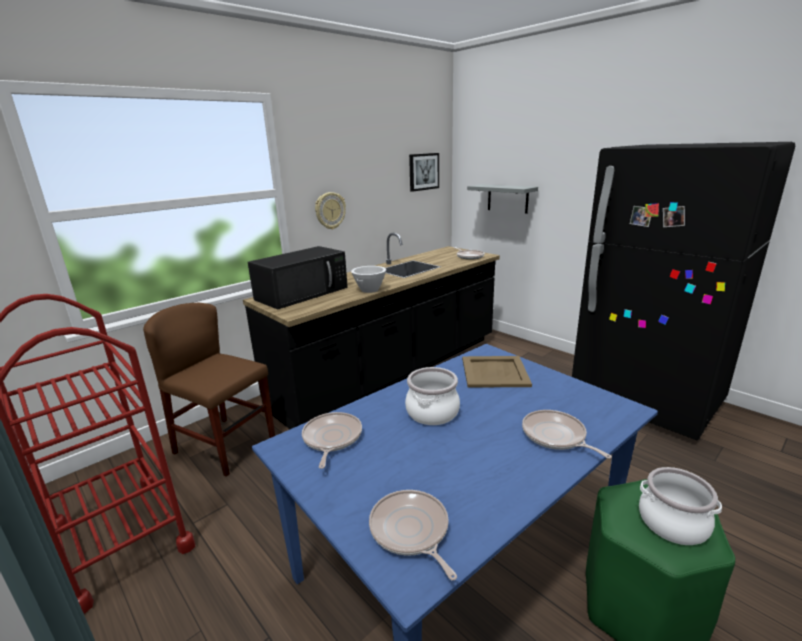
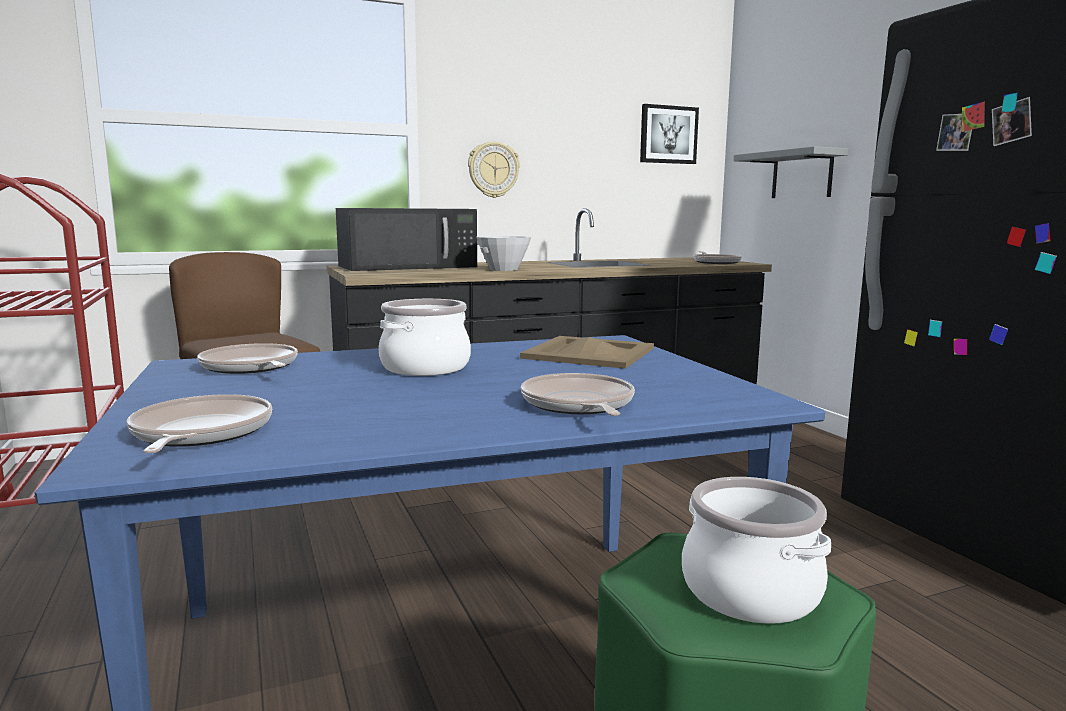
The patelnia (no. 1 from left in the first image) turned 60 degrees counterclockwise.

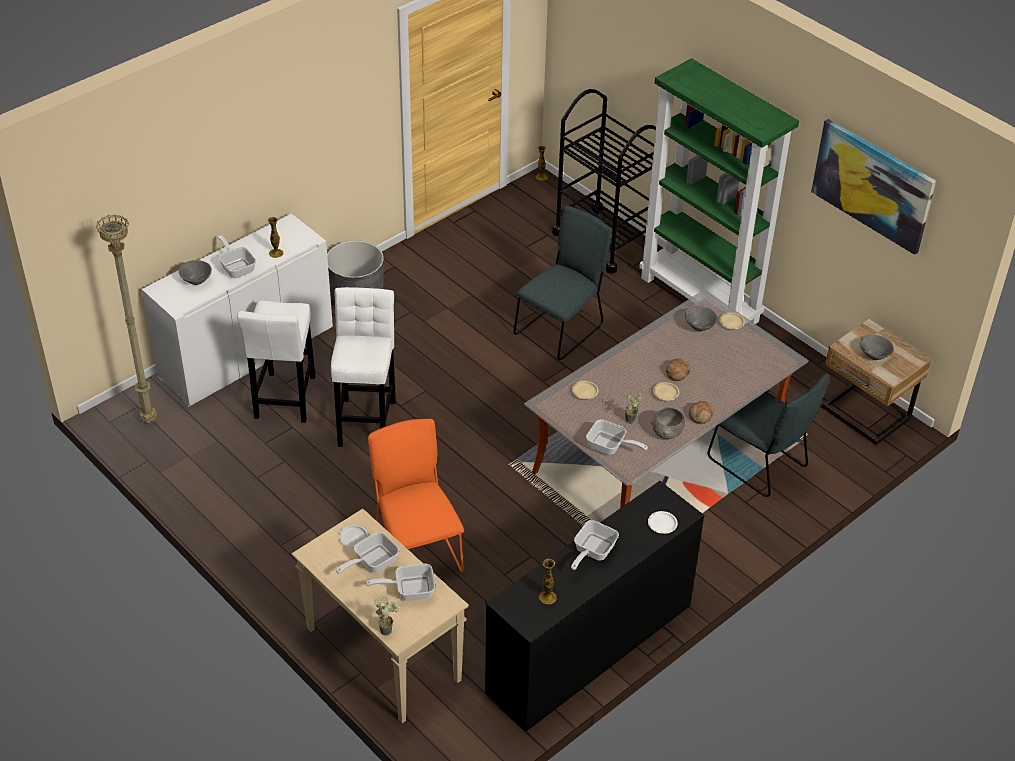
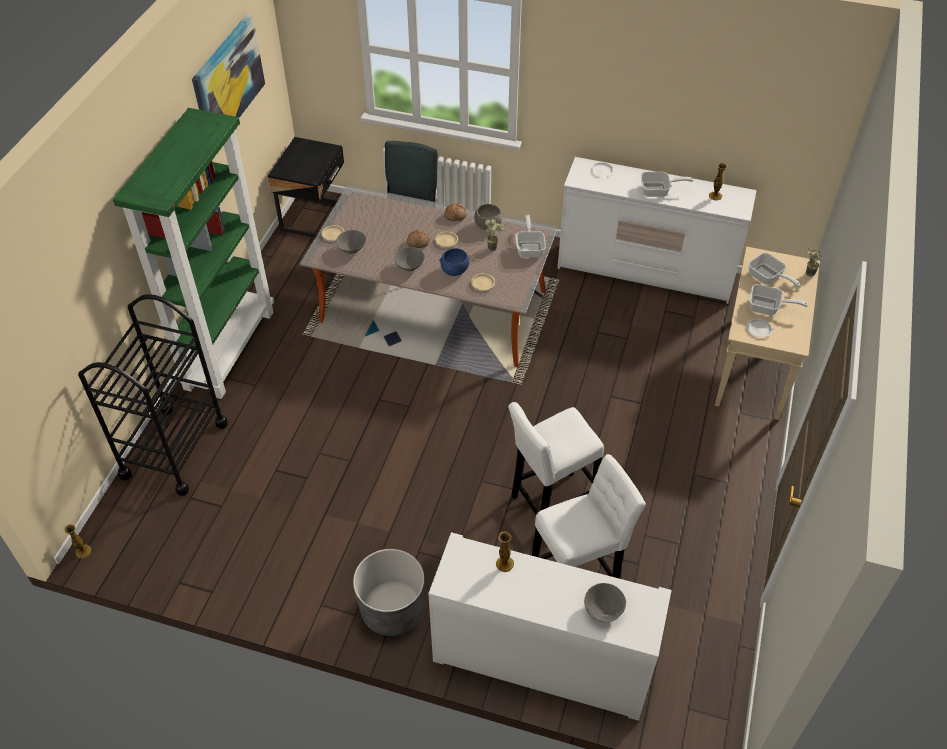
The krzesło/szary (no. 1 from left) disappeared.
The lampa stojąca/beżowy disappeared.
The patelnia (no. 1 from left) disappeared.
The szafka nocna/beżowy became the szafka nocna/czarny.
The miska/szary (no. 4 from left in the first image) moved.
The krzesło/pomarańczowy disappeared.
The komoda/czarny became the komoda/biały.
The miska/niebieski appeared.

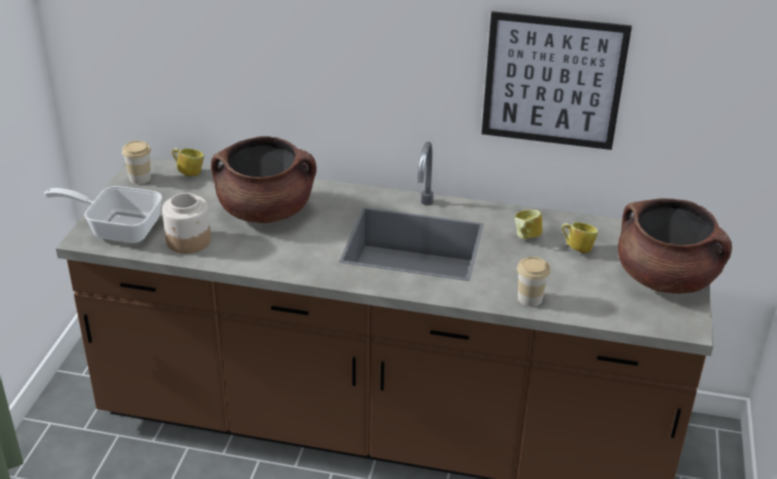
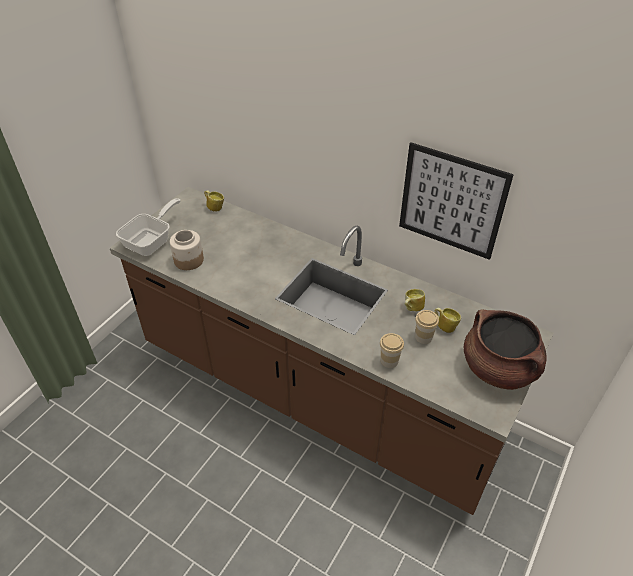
The garnek/brązowy (no. 1 from left) disappeared.
The filiżanka (no. 1 from left in the first image) moved.
The patelnia turned 90 degrees clockwise.

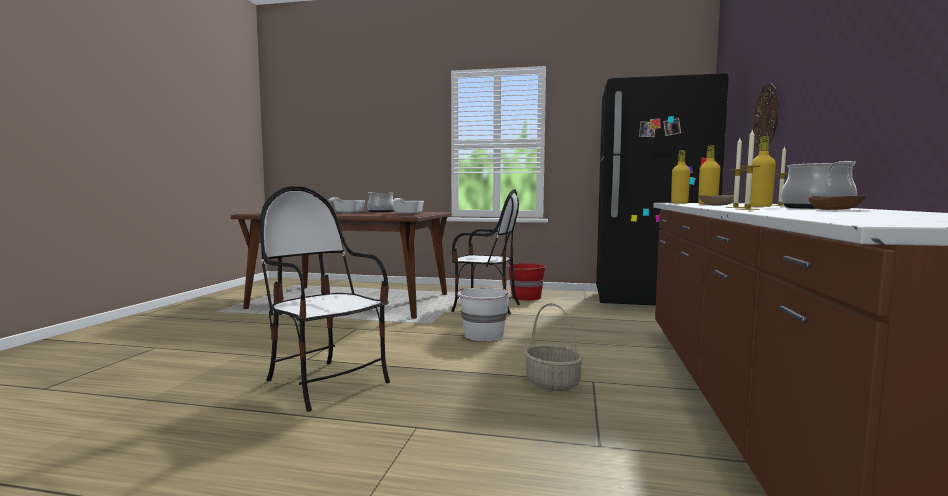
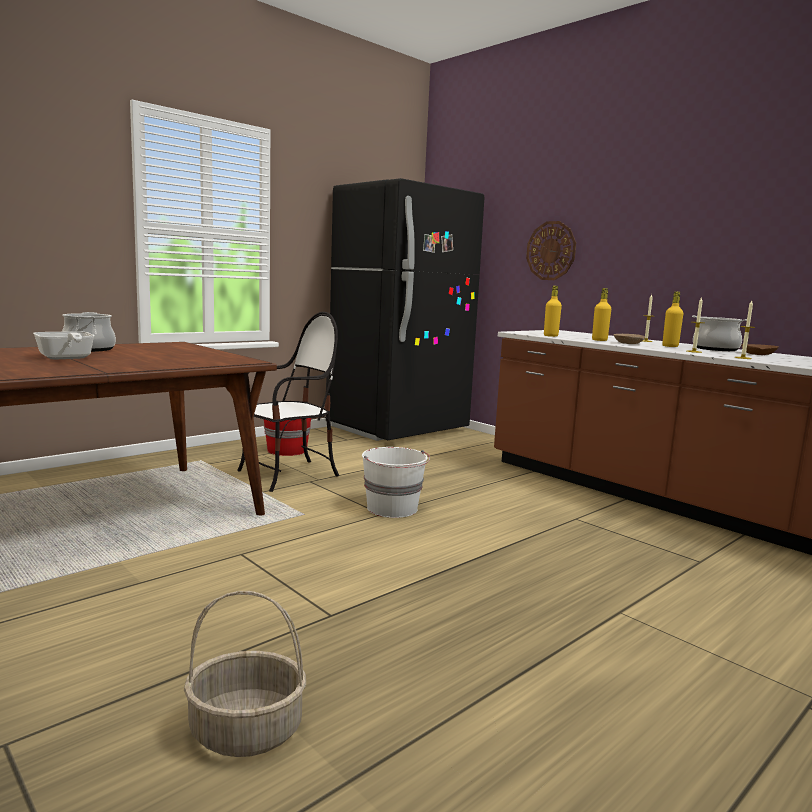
The krzesło (no. 1 from left) disappeared.
The patelnia (no. 2 from left) disappeared.
The koszyk moved.

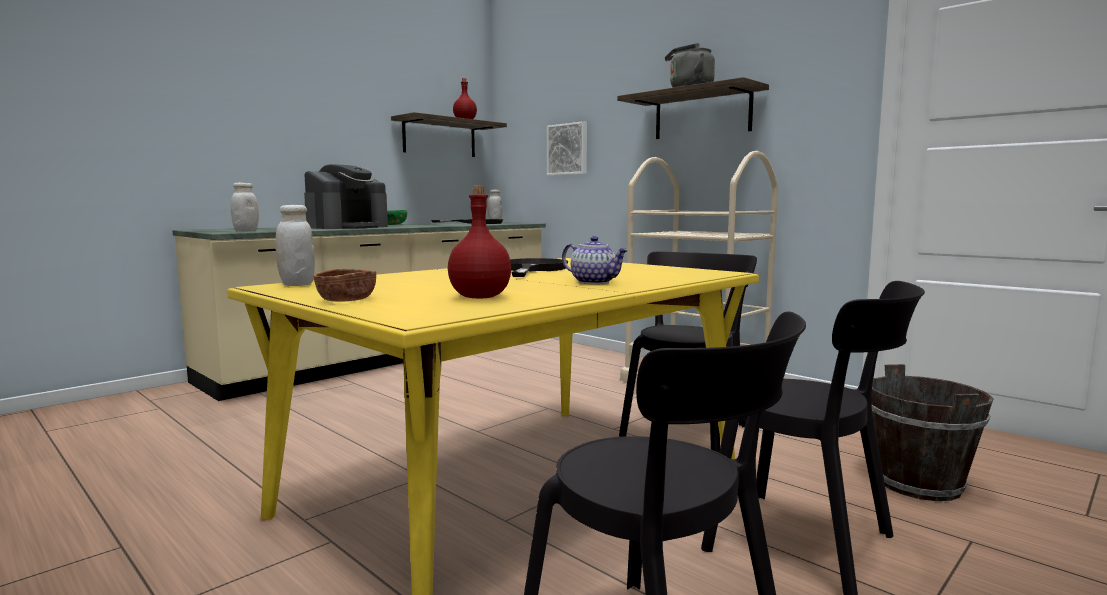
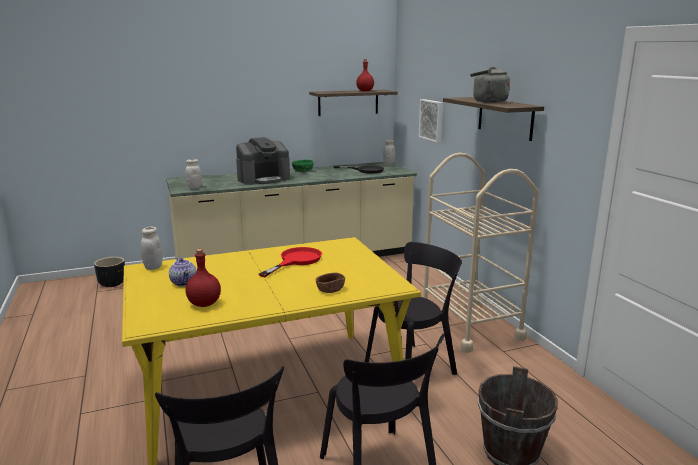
The imbryk moved.
The patelnia/czarny (no. 2 from left) became the patelnia/czerwony.
The miska/brązowy moved.
The donica/czarny appeared.

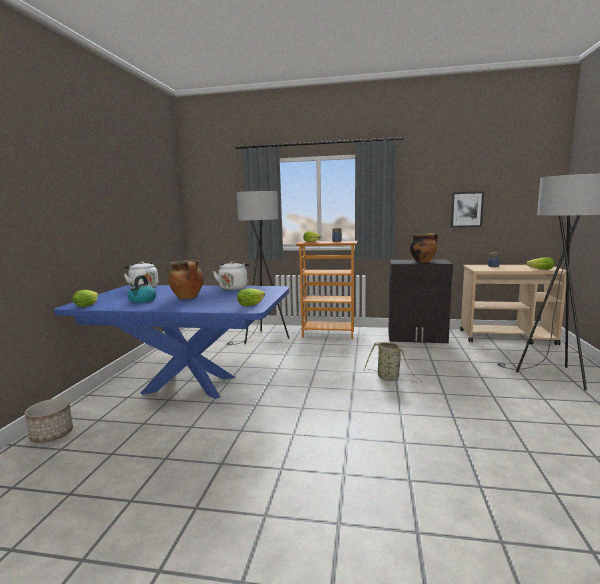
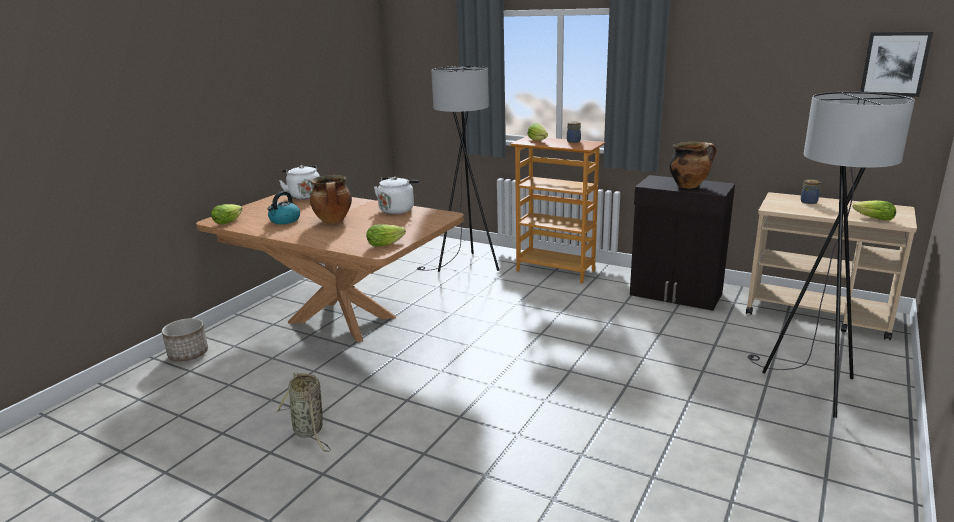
The obraz moved.
The stół jadalny/niebieski became the stół jadalny/brązowy.
The koszyk moved.

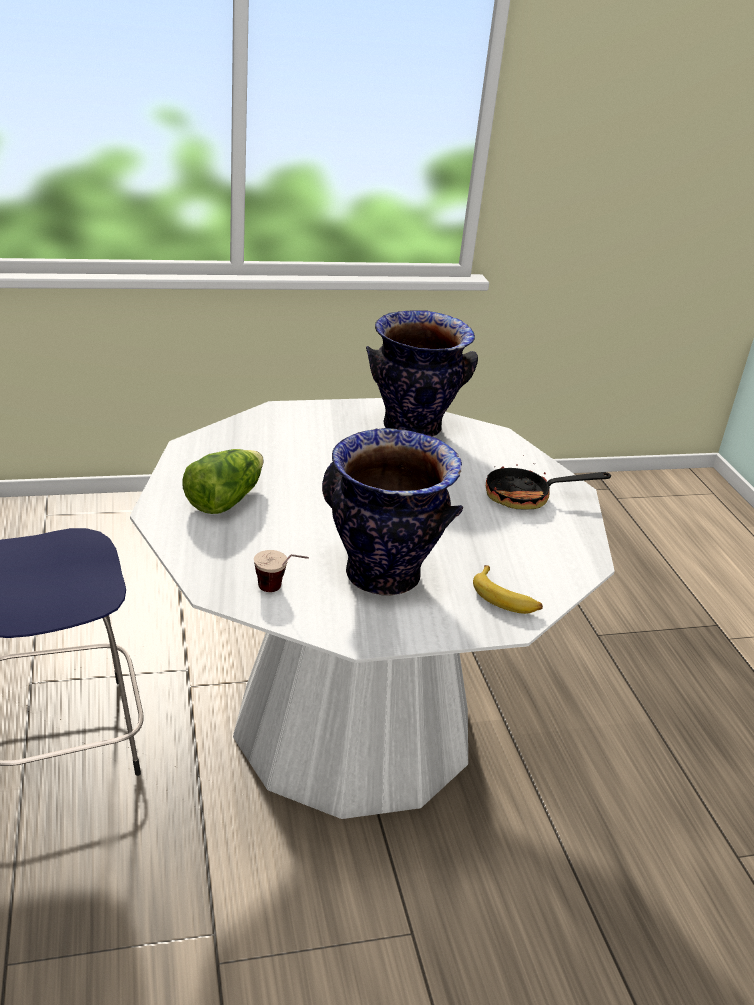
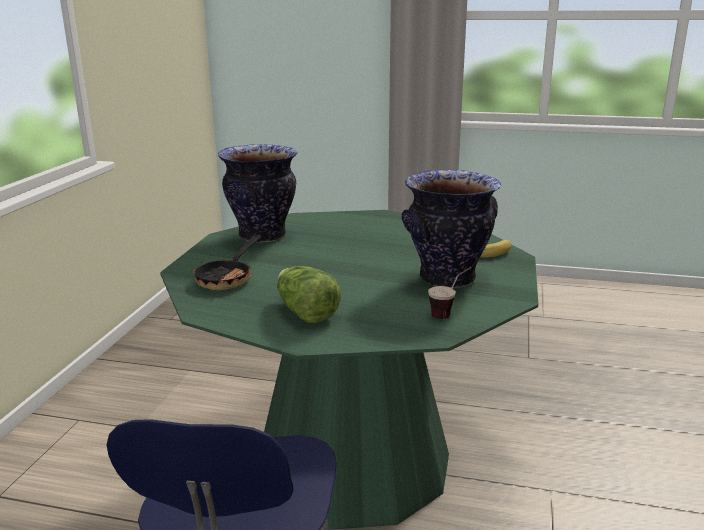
The stół jadalny/biały became the stół jadalny/zielony.
The patelnia moved.

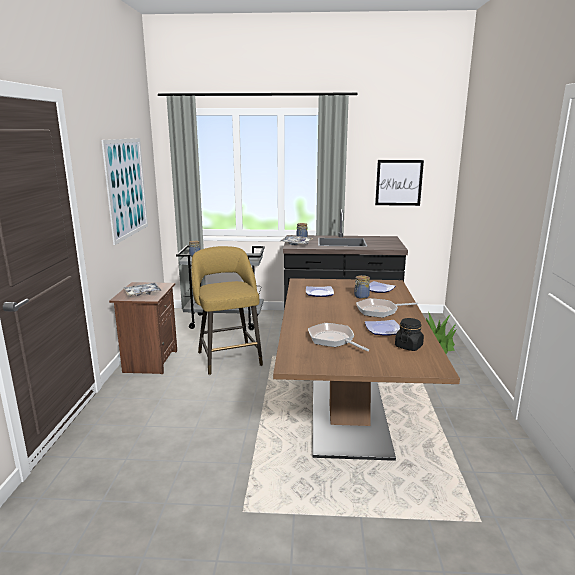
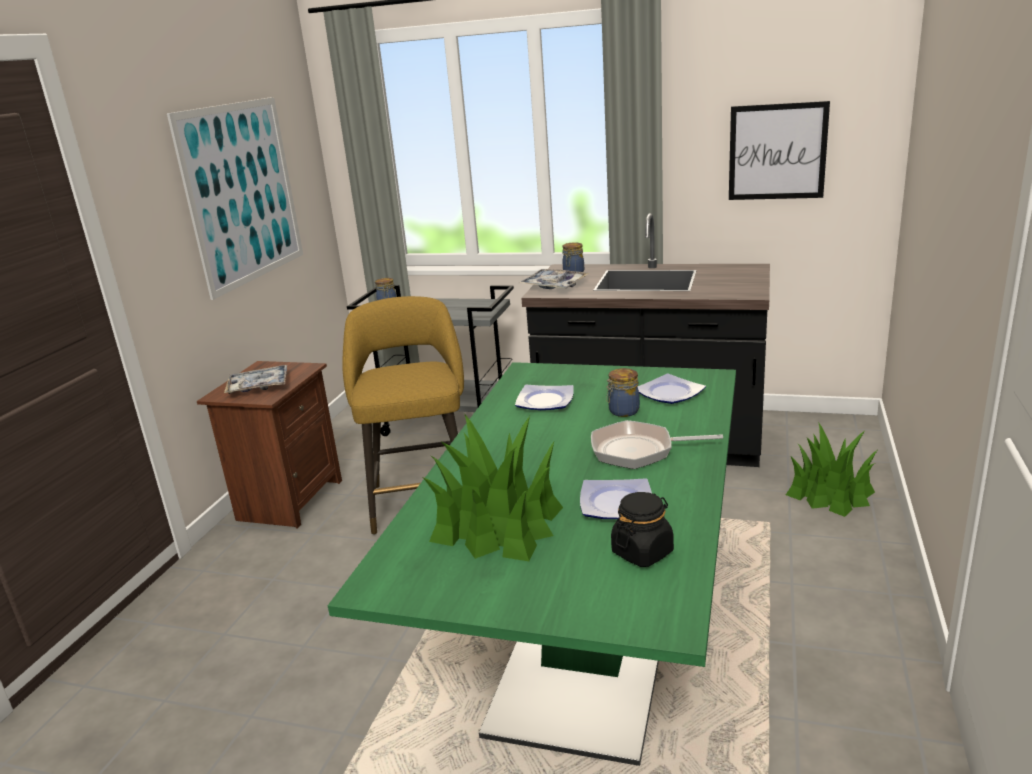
The stół jadalny/brązowy became the stół jadalny/zielony.
The patelnia (no. 1 from left) was replaced by the roślina doniczkowa (no. 1 from left).

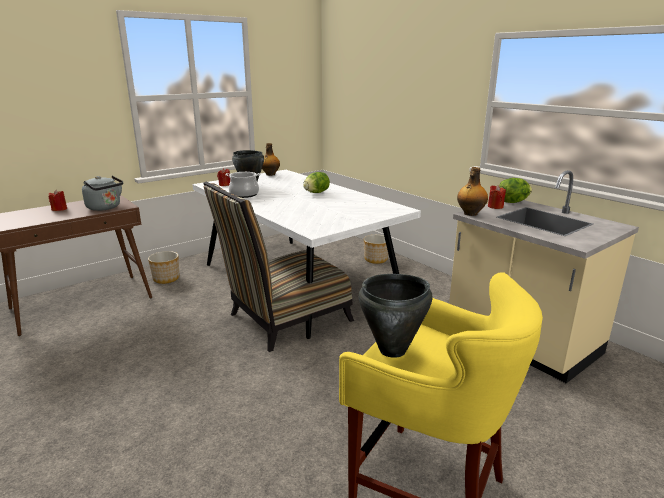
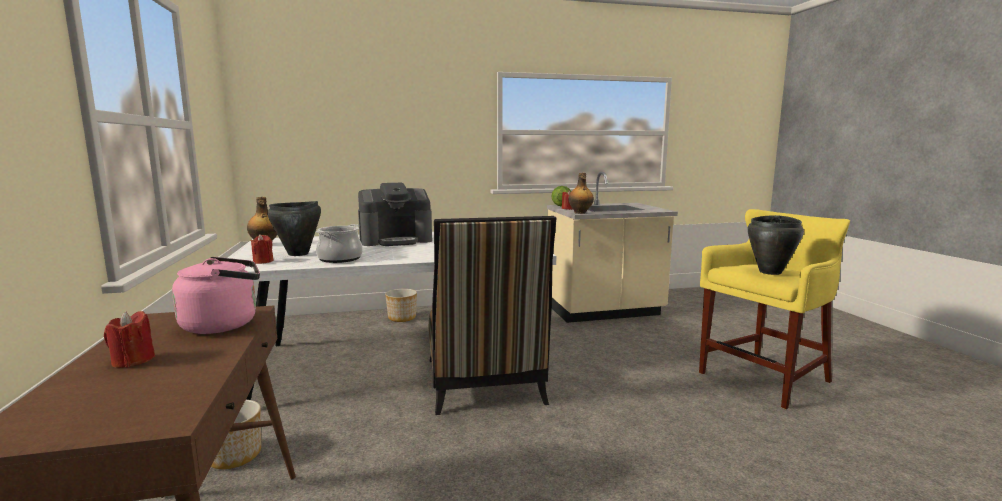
The sałata (no. 1 from left) was replaced by the ekspres do kawy.
The czajnik/szary became the czajnik/różowy.

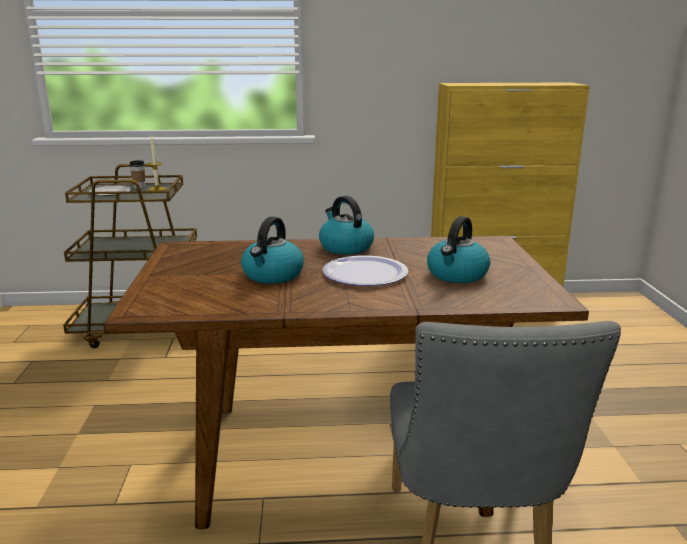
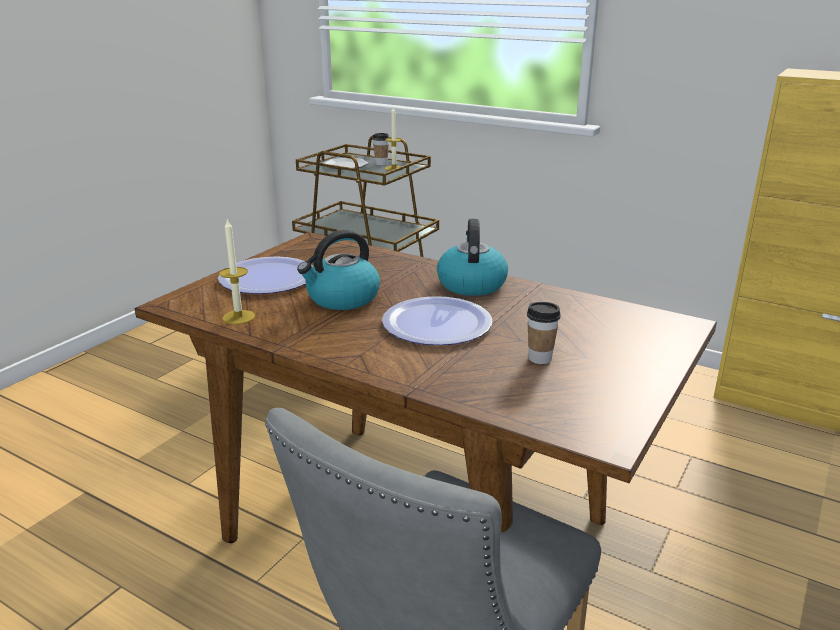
The czajnik (no. 3 from left) was replaced by the filiżanka (no. 2 from left).
The świeca (no. 1 from left) appeared.
The talerz (no. 1 from left) appeared.

